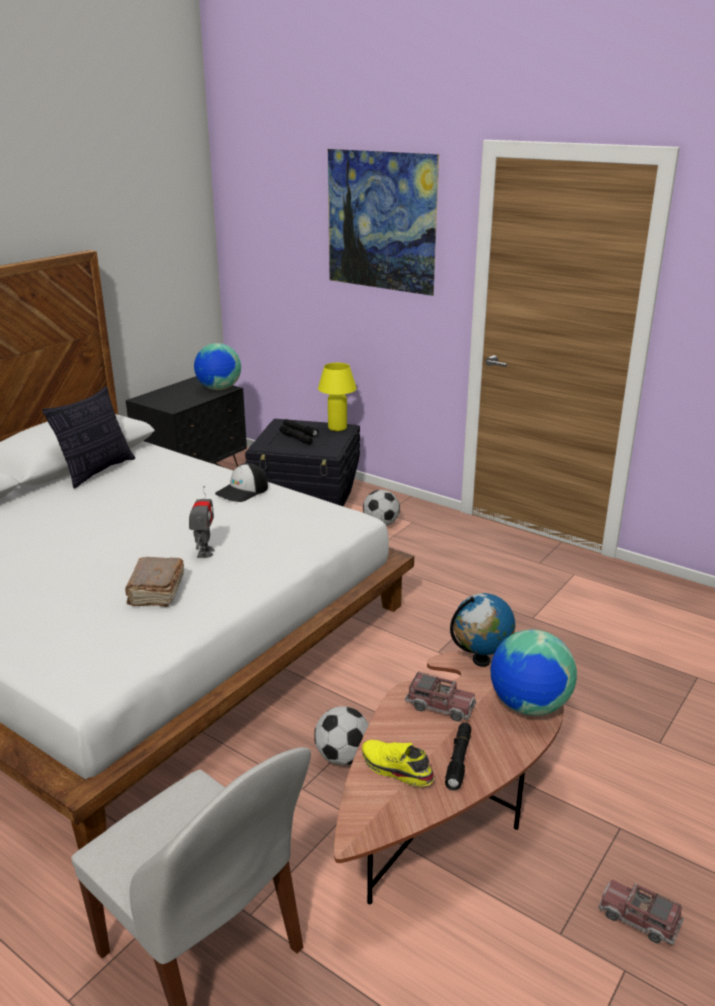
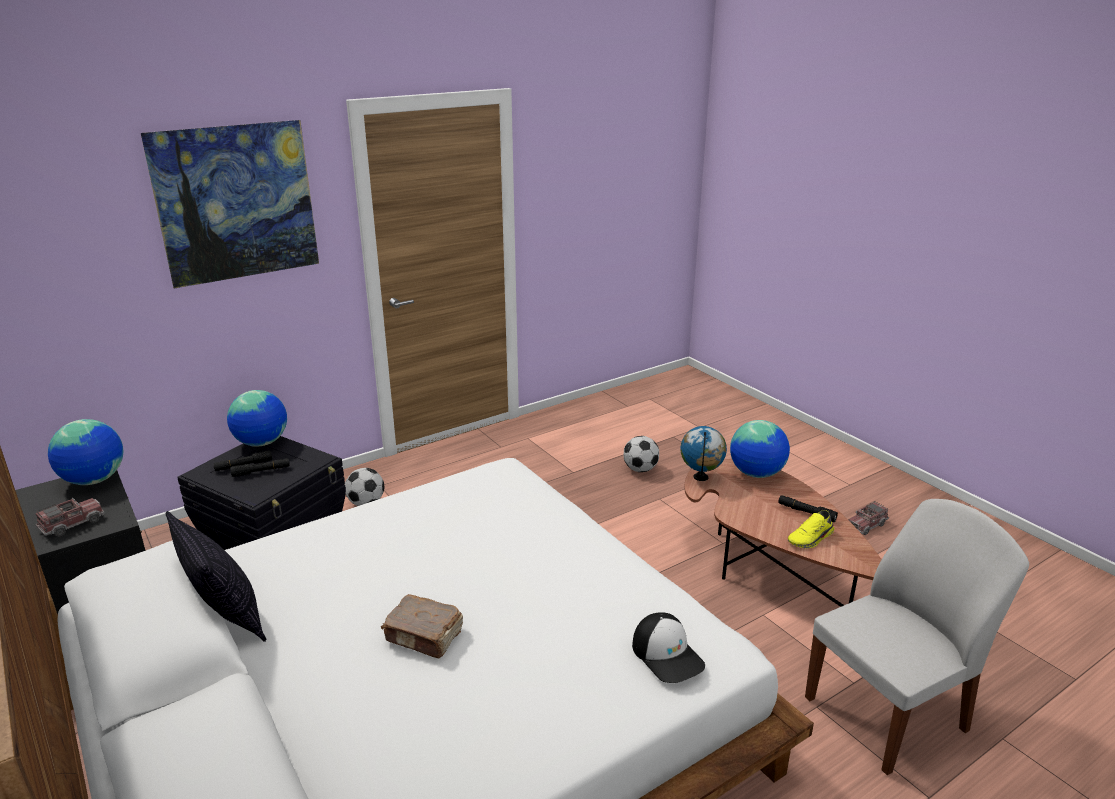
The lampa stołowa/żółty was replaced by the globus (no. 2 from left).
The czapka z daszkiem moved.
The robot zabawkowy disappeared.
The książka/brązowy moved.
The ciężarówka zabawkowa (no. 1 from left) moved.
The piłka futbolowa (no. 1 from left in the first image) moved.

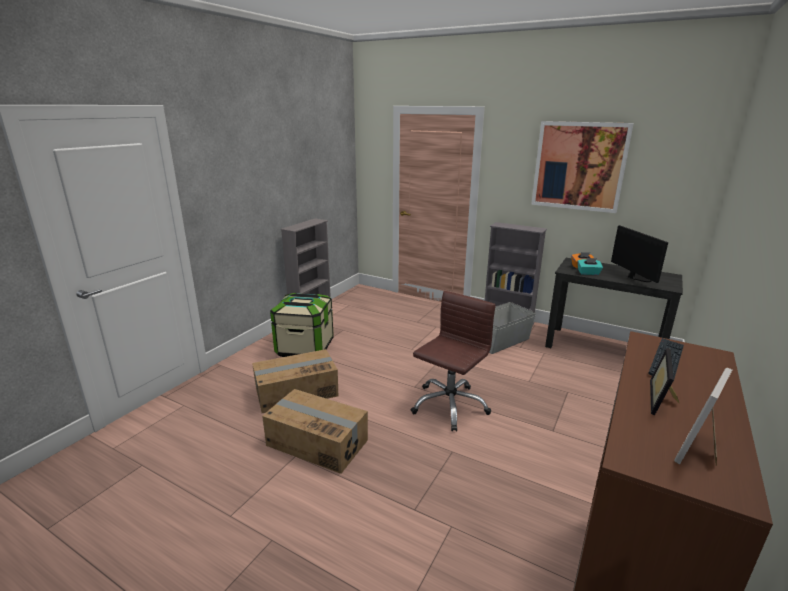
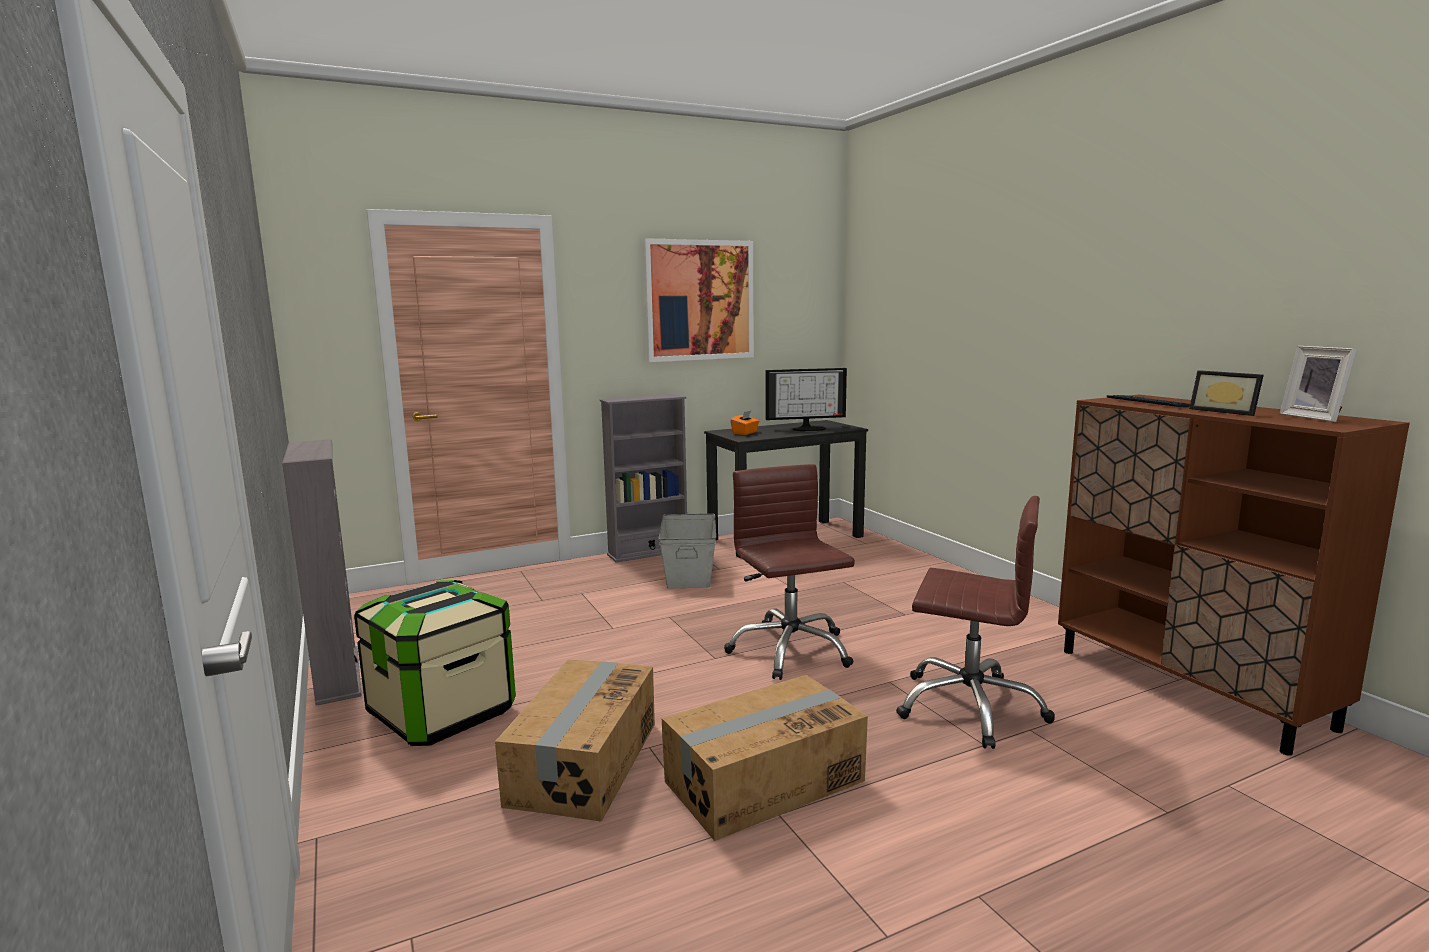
The monitor turned 150 degrees clockwise.
The pudełko chusteczek/turkusowy disappeared.
The krzesło biurowe/brązowy (no. 2 from left) appeared.

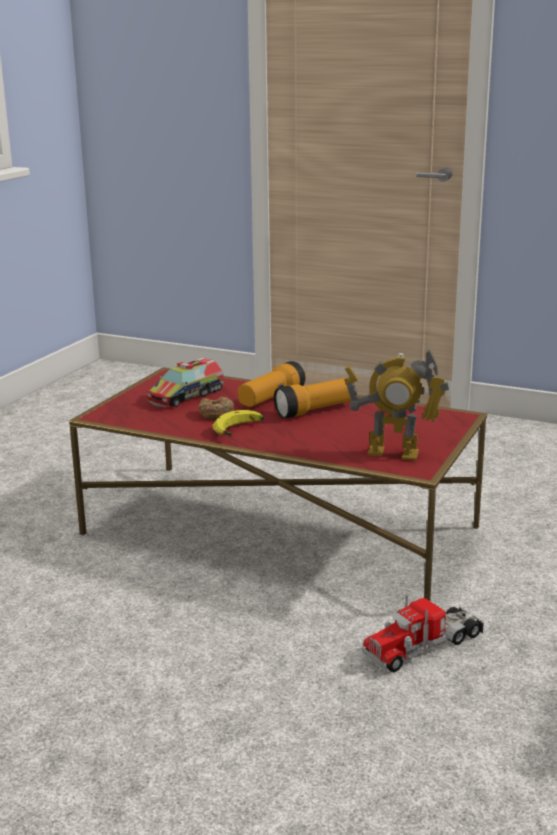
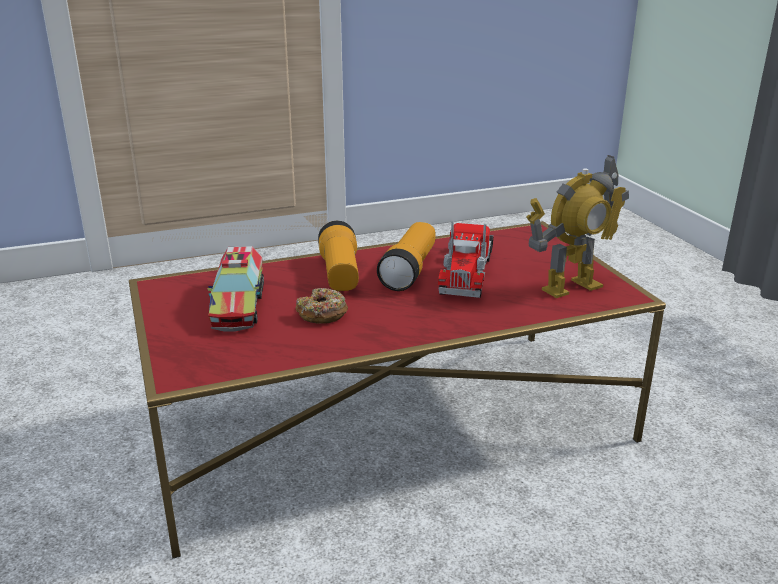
The banan disappeared.
The ciężarówka zabawkowa (no. 2 from left) moved.

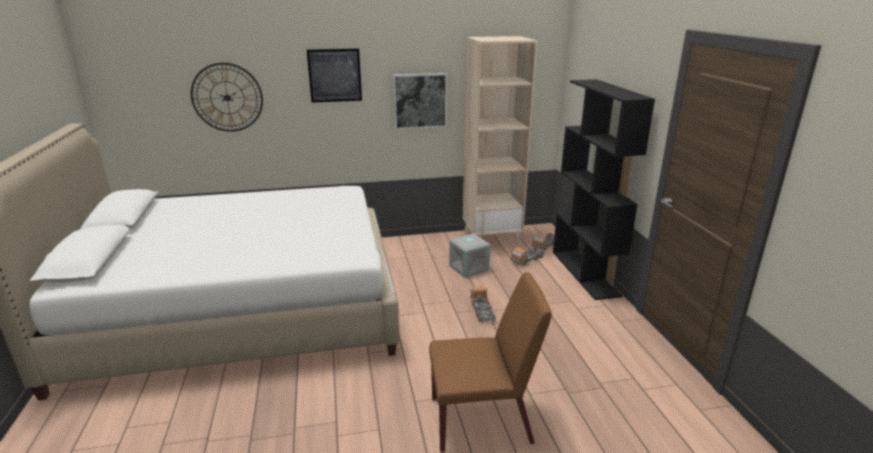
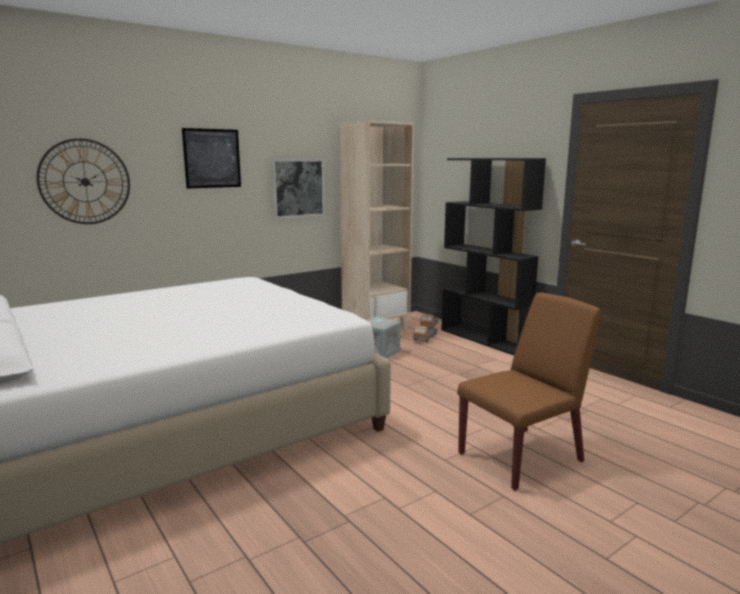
The ciężarówka zabawkowa (no. 1 from left) disappeared.

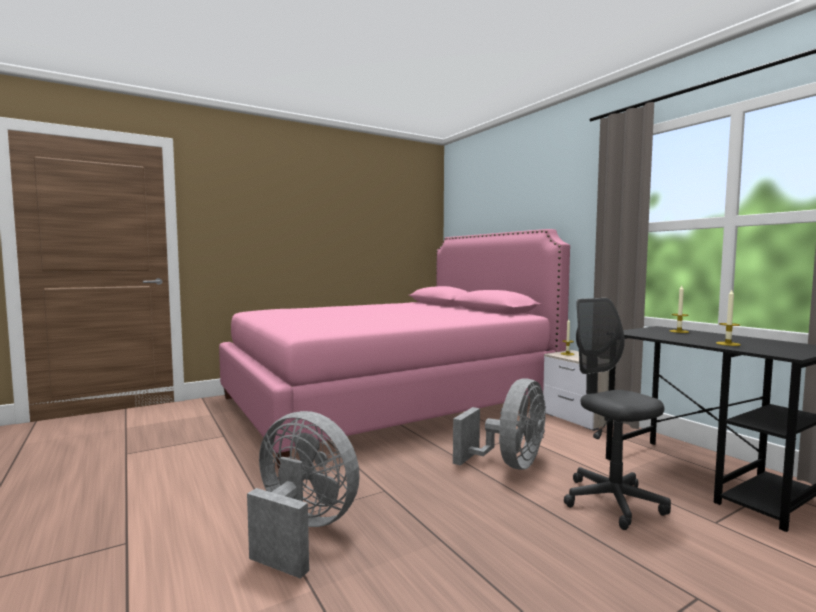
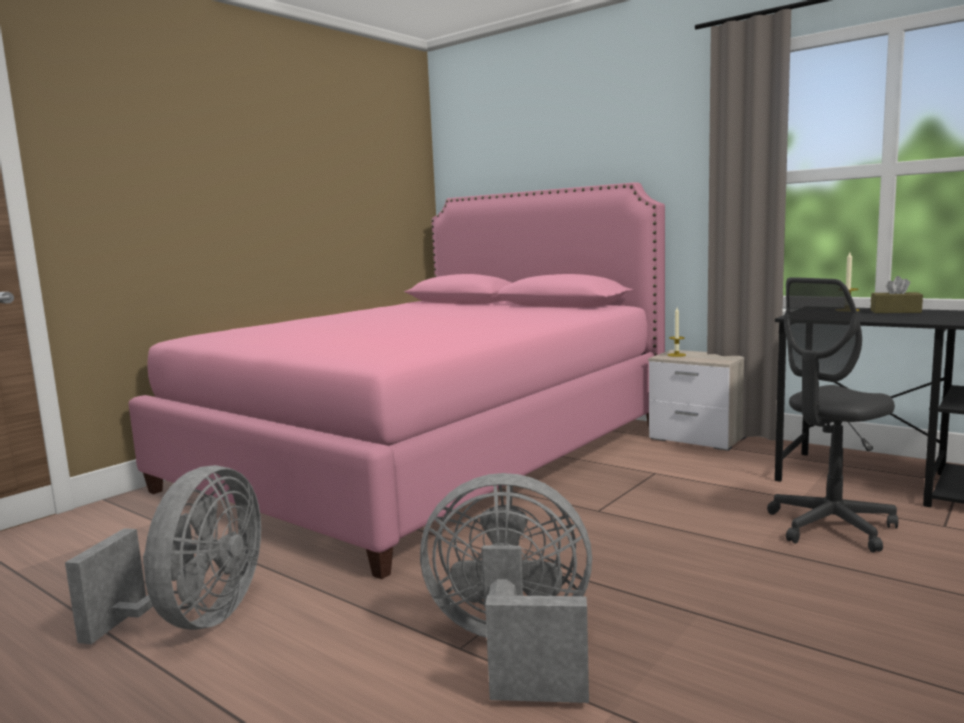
The świeca (no. 3 from left) disappeared.
The krzesło biurowe/szary turned 75 degrees counterclockwise.
The wentylator/szary (no. 2 from left in the first image) moved.
The pudełko chusteczek/brązowy appeared.

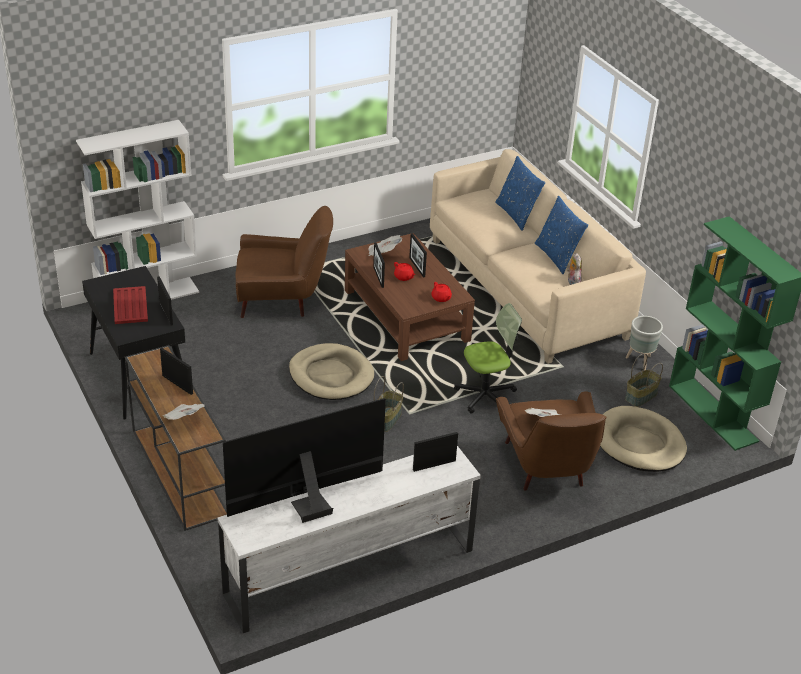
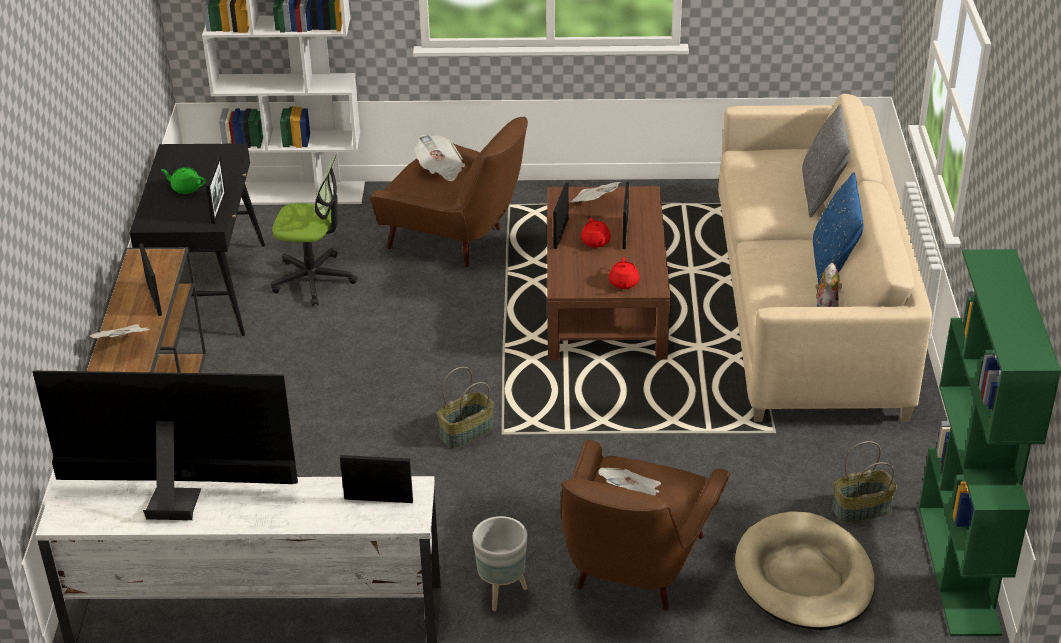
The poduszka/niebieski (no. 1 from left) became the poduszka/szary.
The taca/czerwony was replaced by the imbryk/zielony.
The krzesło biurowe moved.
The donica/szary moved.
The legowisko/beżowy (no. 1 from left) disappeared.
The gazeta (no. 2 from left) appeared.

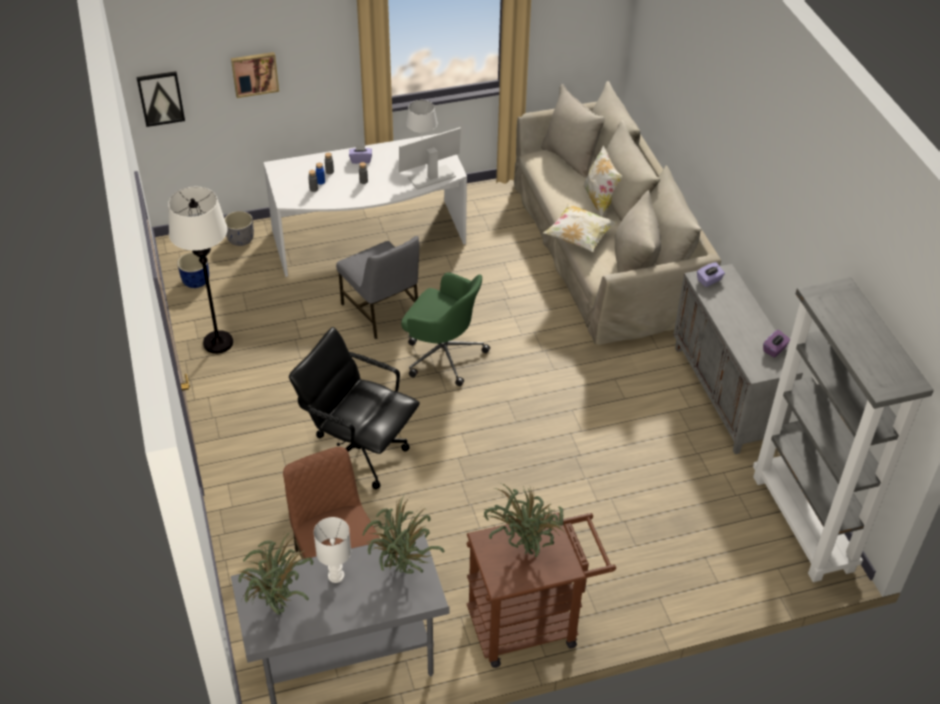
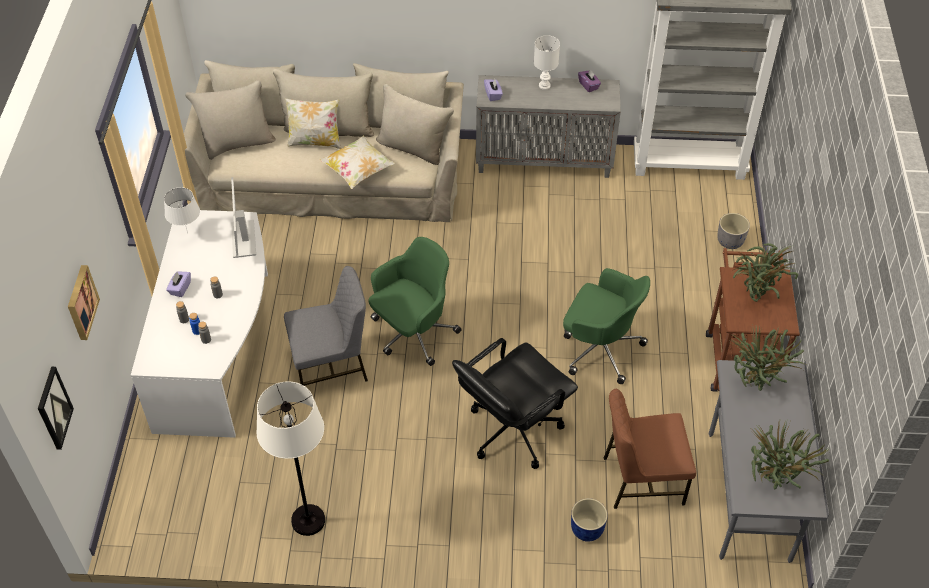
The donica/szary moved.
The donica/niebieski moved.
The lampa stołowa/biały (no. 1 from left in the first image) moved.
The krzesło biurowe/zielony (no. 2 from left) appeared.

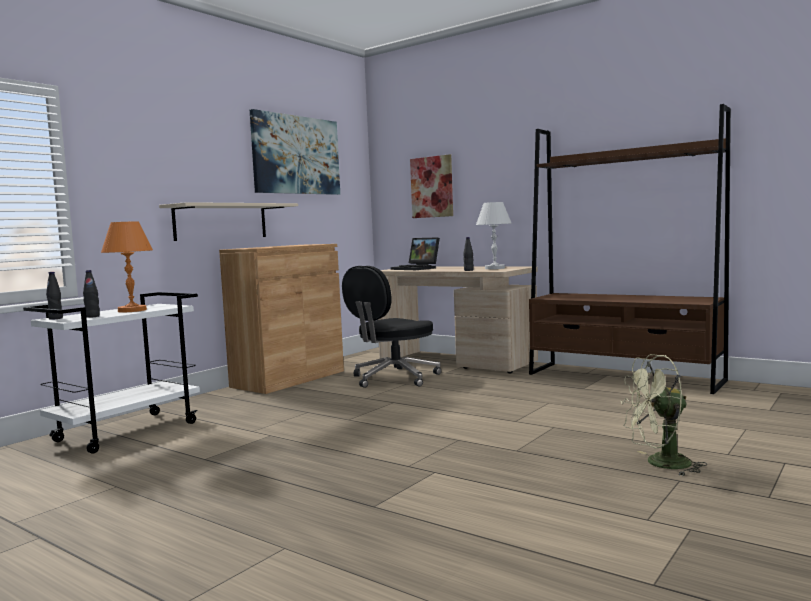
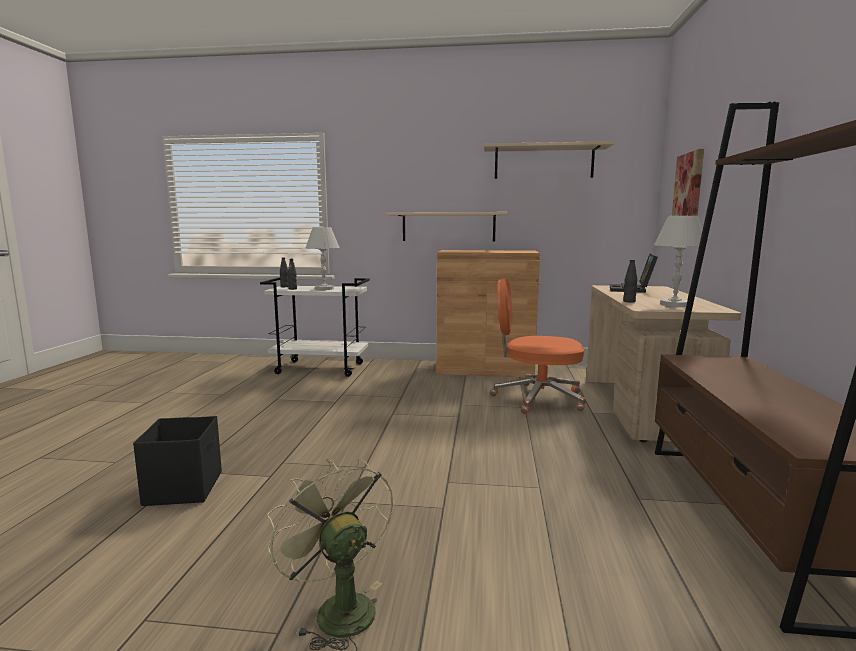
The obraz (no. 1 from left) was replaced by the półka/beżowy (no. 2 from left).
The lampa stołowa/pomarańczowy became the lampa stołowa/biały (no. 1 from left).
The krzesło biurowe/czarny became the krzesło biurowe/pomarańczowy.
The pojemnik do przechowywania/czarny appeared.

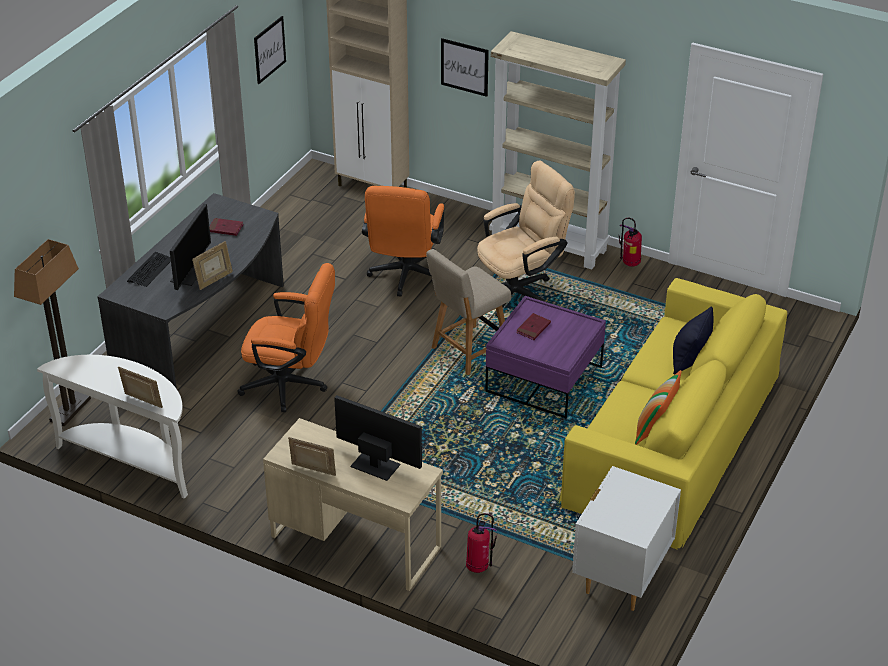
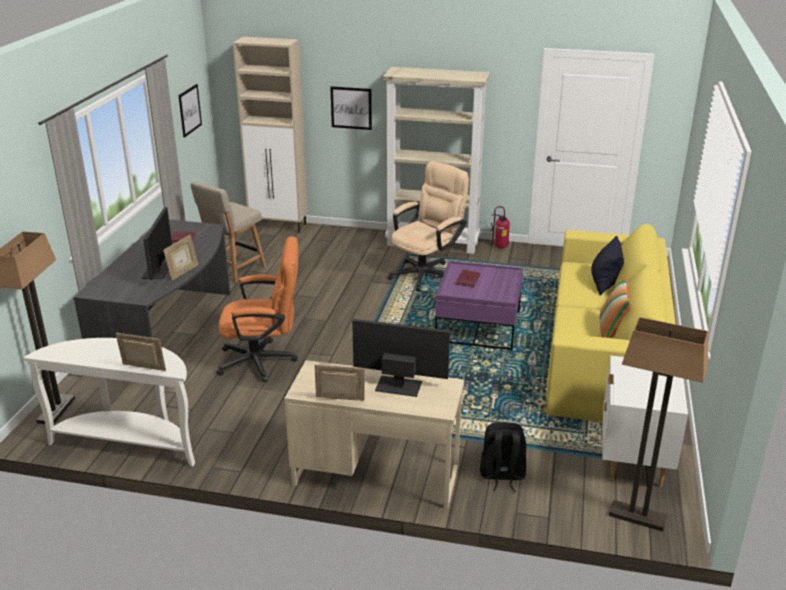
The krzesło biurowe/pomarańczowy (no. 2 from left) disappeared.
The krzesło/beżowy moved.
The klawiatura disappeared.
The gaśnica (no. 1 from left) was replaced by the plecak/czarny.
The lampa stojąca (no. 2 from left) appeared.

